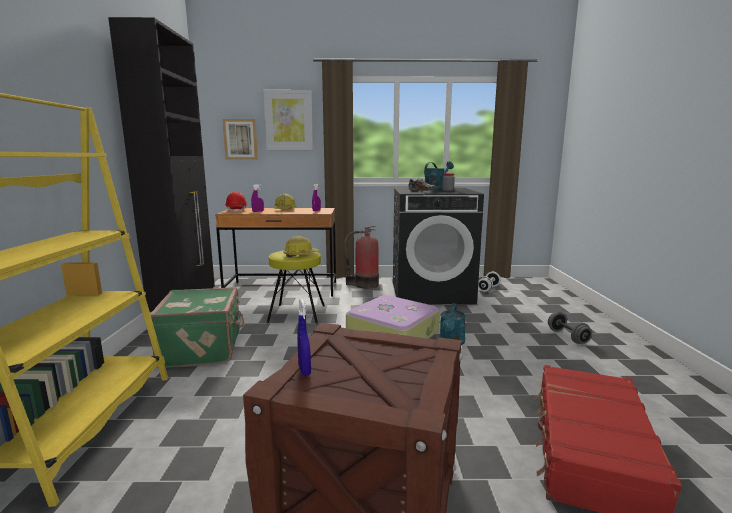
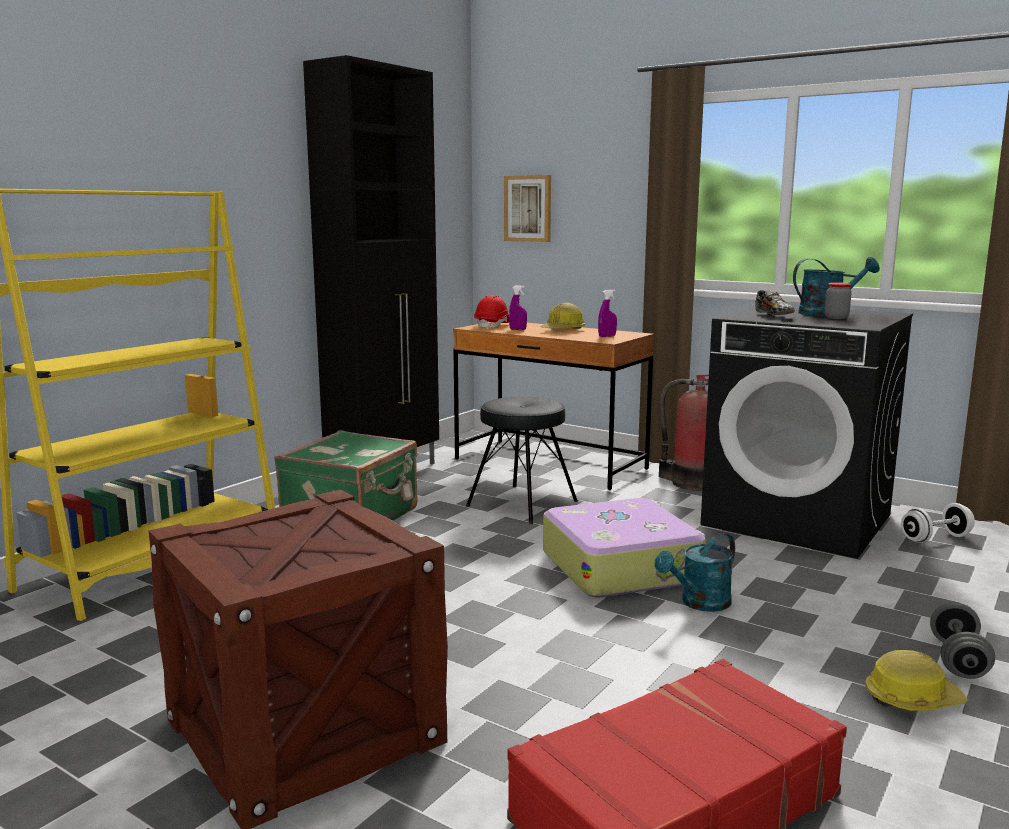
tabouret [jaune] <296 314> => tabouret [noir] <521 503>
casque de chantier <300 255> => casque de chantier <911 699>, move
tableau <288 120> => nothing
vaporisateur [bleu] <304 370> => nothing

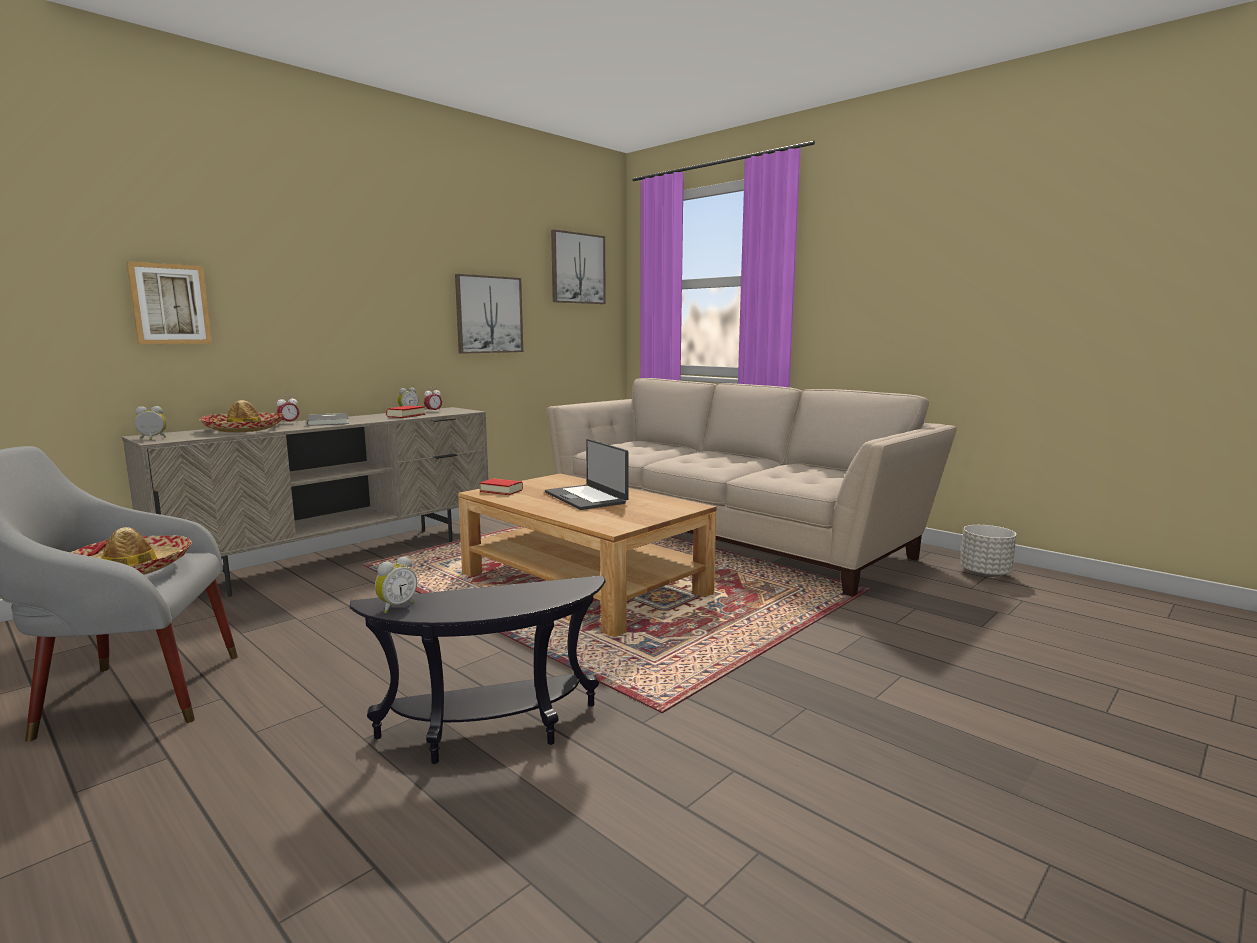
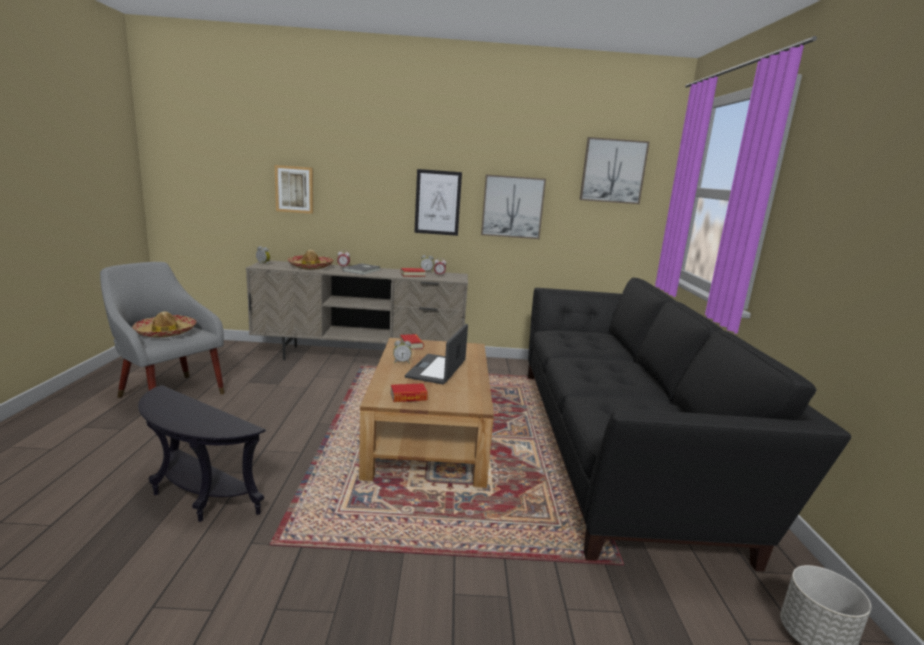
nothing => livre <408 397>
réveil <396 606> => réveil <402 362>, move
nothing => tableau <437 202>
canapé [beige] <727 534> => canapé [noir] <618 445>

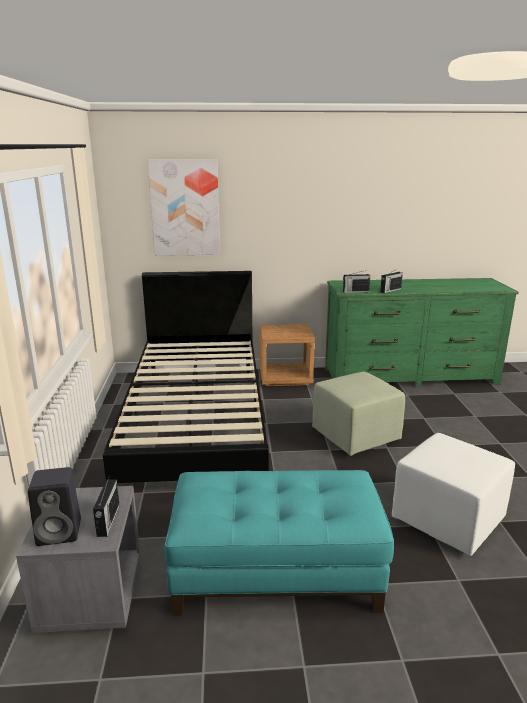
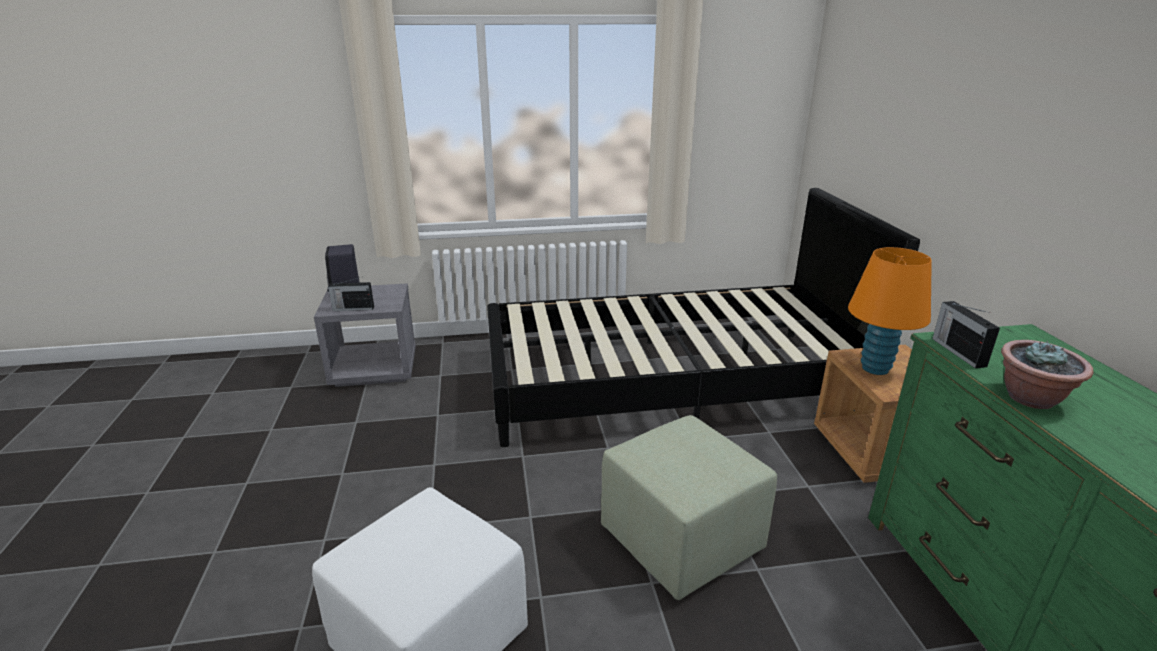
nothing => lampe de table [orange] <875 369>
radio <390 290> => plante en pot <1032 398>
tableau <185 208> => nothing
pouf [turquoise] <276 570> => nothing

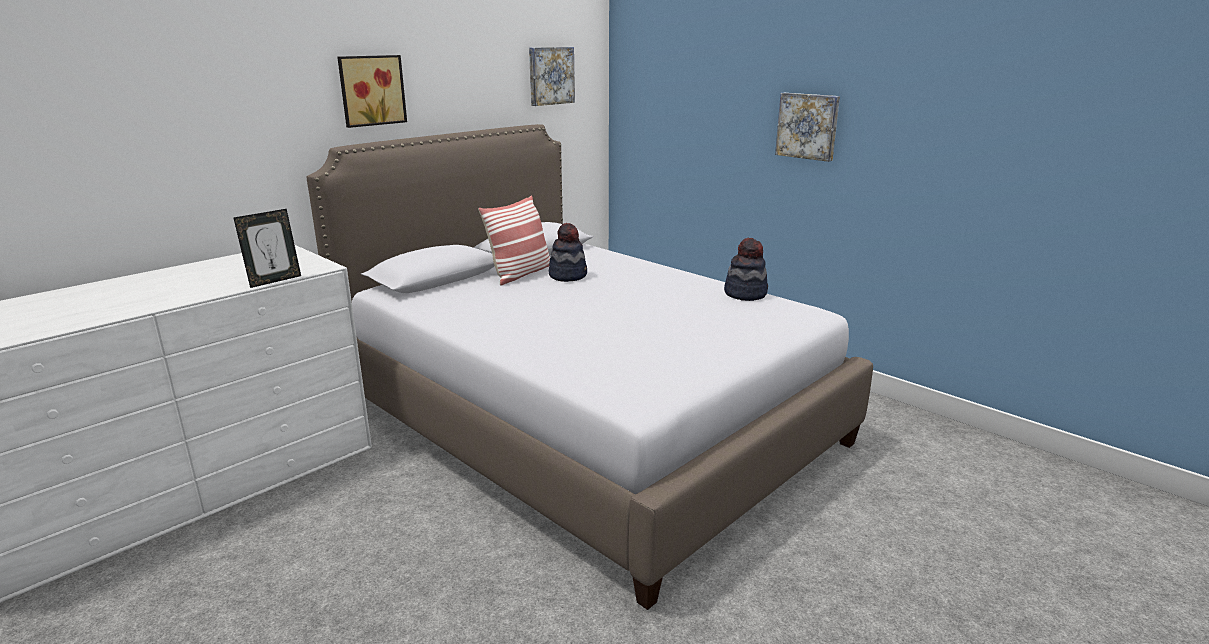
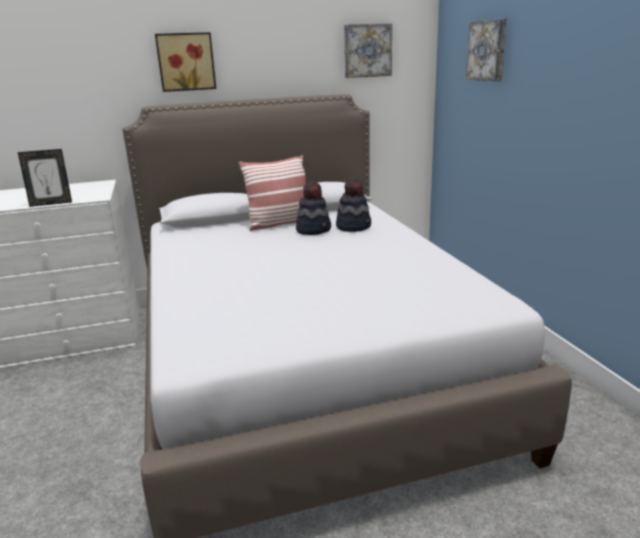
chapeau <745 294> => chapeau <353 226>, move
tableau <808 126> => tableau <488 50>, move

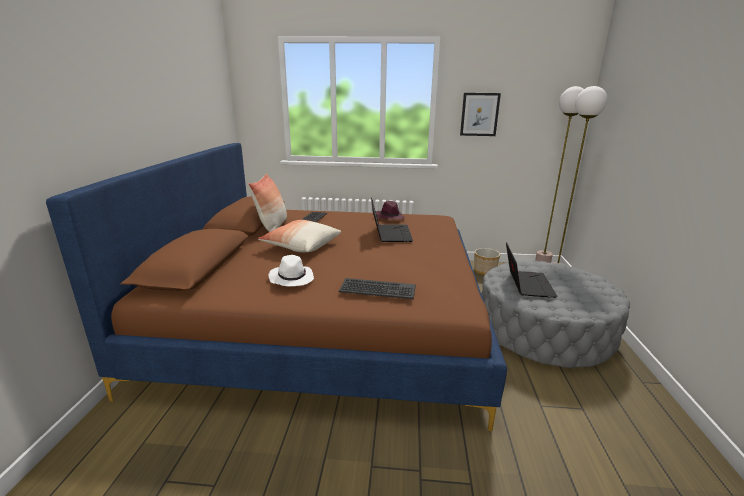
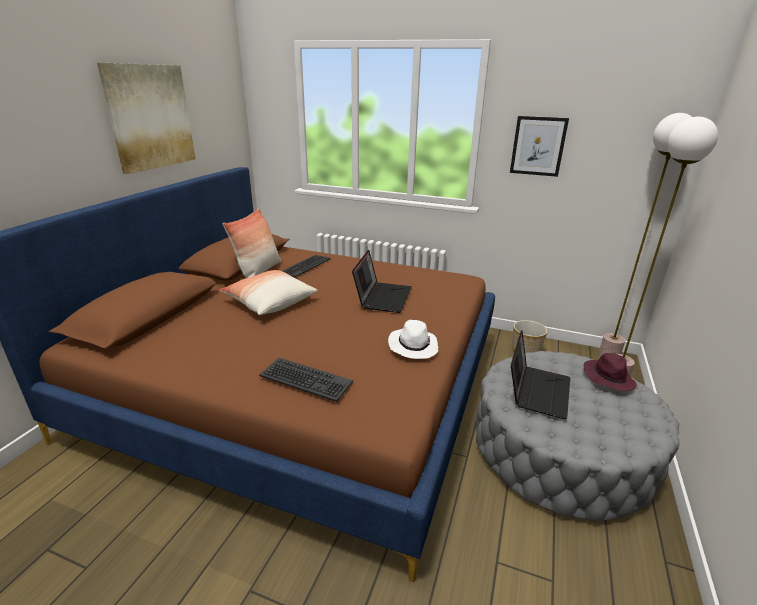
nothing => tableau <150 117>
chapeau [blanc] <291 278> => chapeau [blanc] <413 346>, move
chapeau [violet] <389 217> => chapeau [violet] <608 377>, move

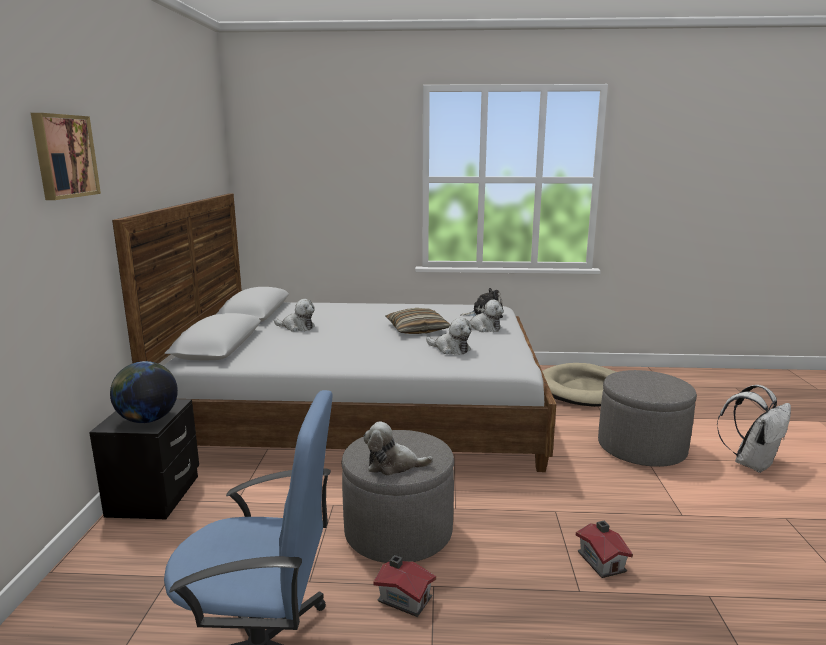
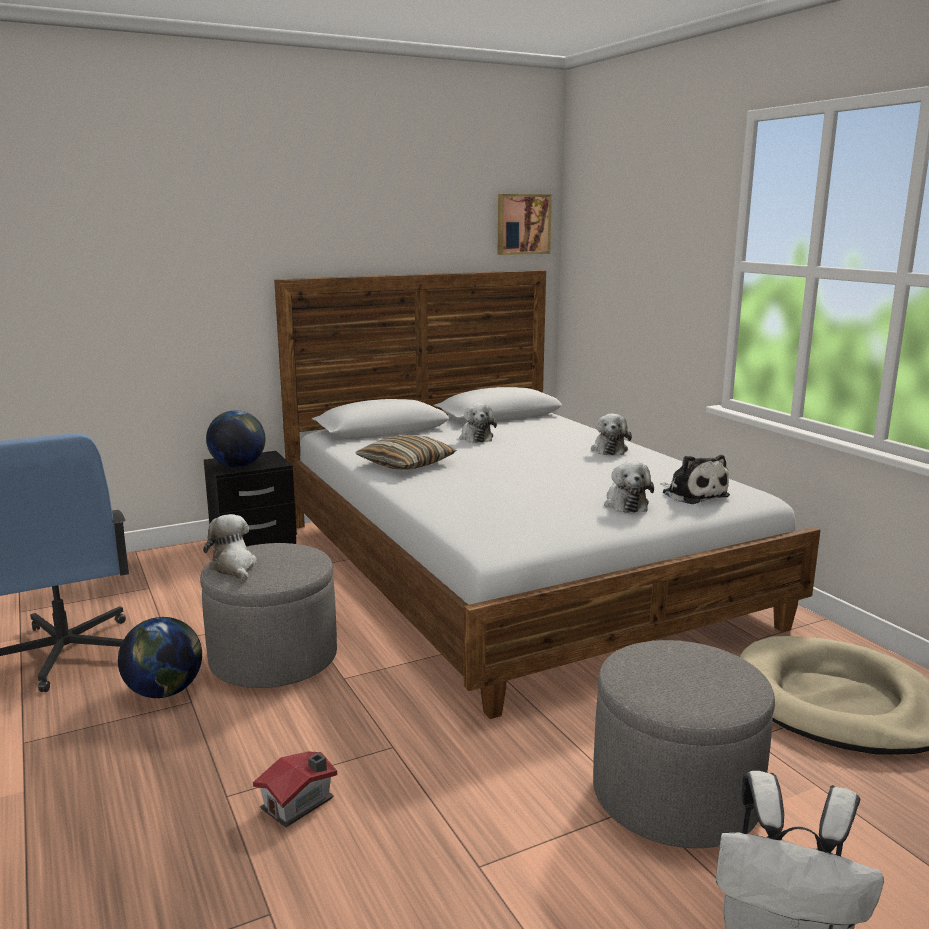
maison miniature <404 598> => globe <165 691>
coussin <417 330> => coussin <406 464>, move
tableau <63 156> => tableau <522 224>, move
peluche <450 349> => peluche <609 449>, move

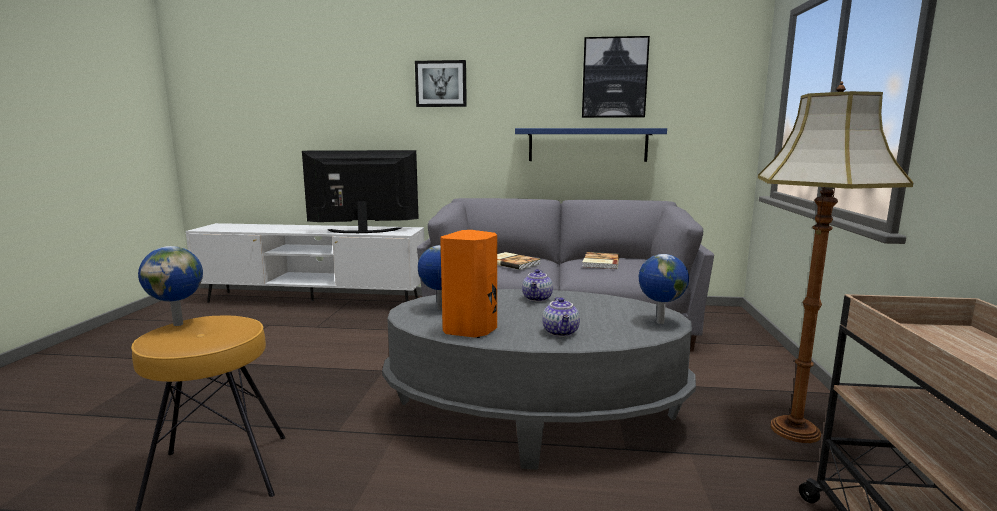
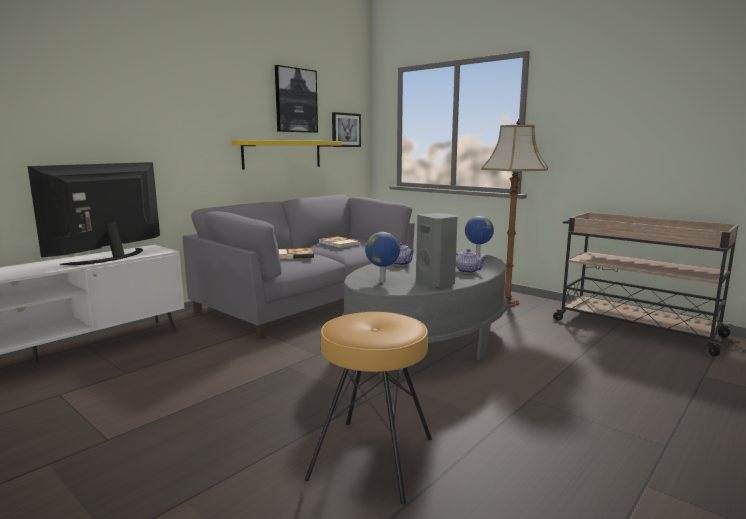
étagère [bleu] <587 145> => étagère [jaune] <282 154>
tableau <441 84> => tableau <345 130>, move
enceinte [orange] <472 330> => enceinte [gris] <437 283>
globe <179 324> => nothing

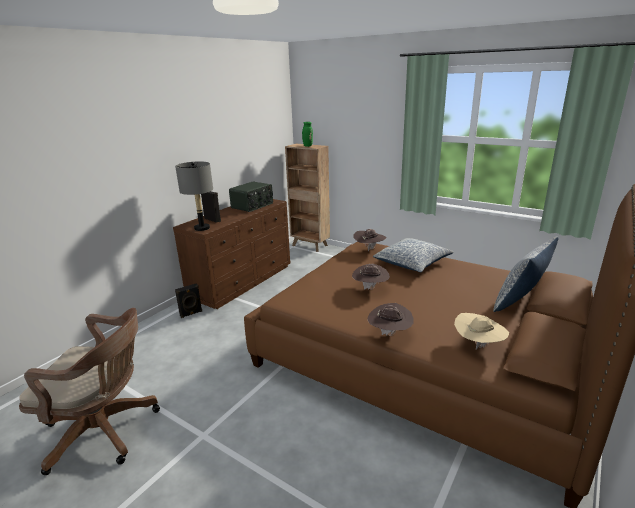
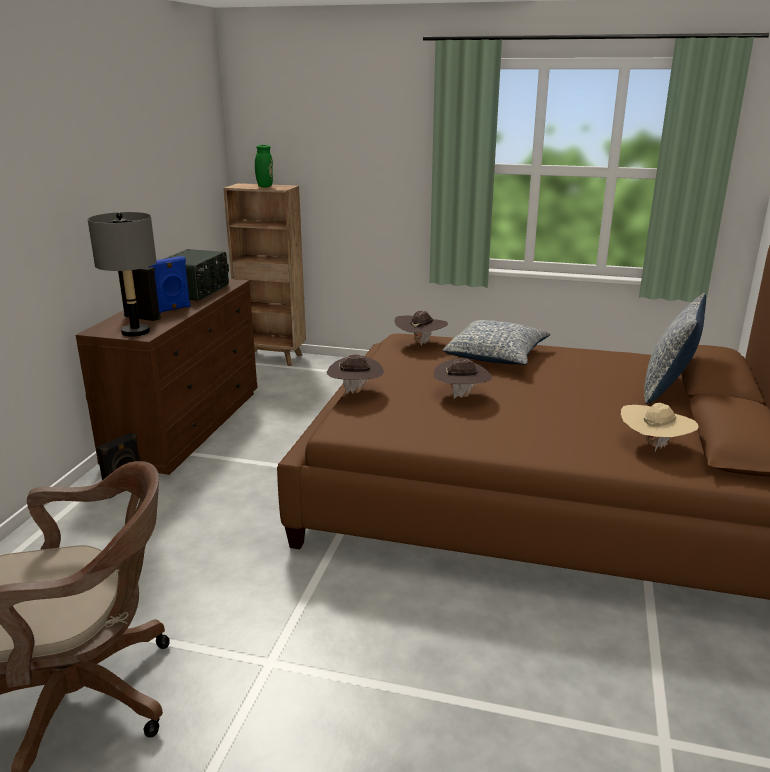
nothing => enceinte [bleu] <172 309>
chapeau [marron] <389 334> => chapeau [marron] <355 392>, move

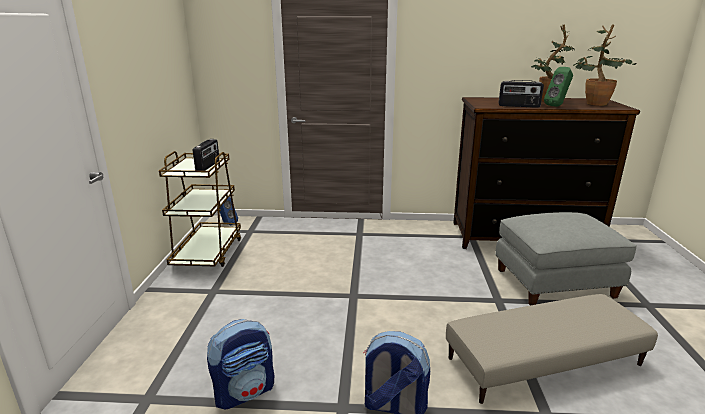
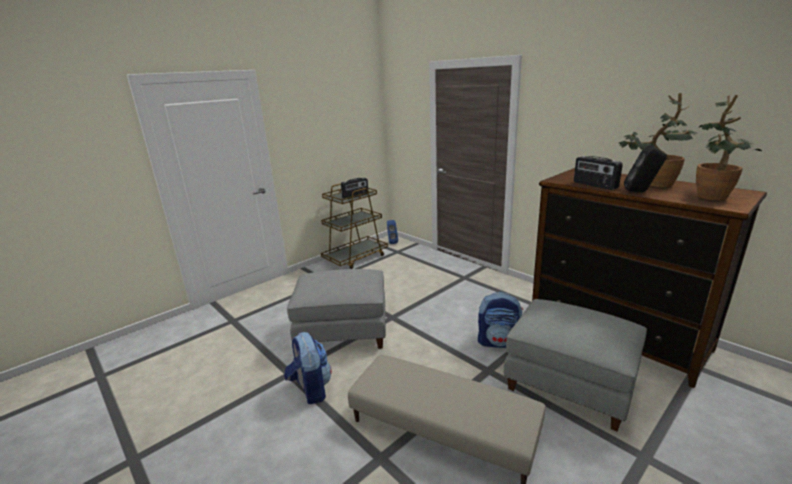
nothing => pouf [gris] <343 331>
sac à dos <245 391> => sac à dos <499 342>, move
enceinte [vert] <557 106> => enceinte [noir] <641 192>

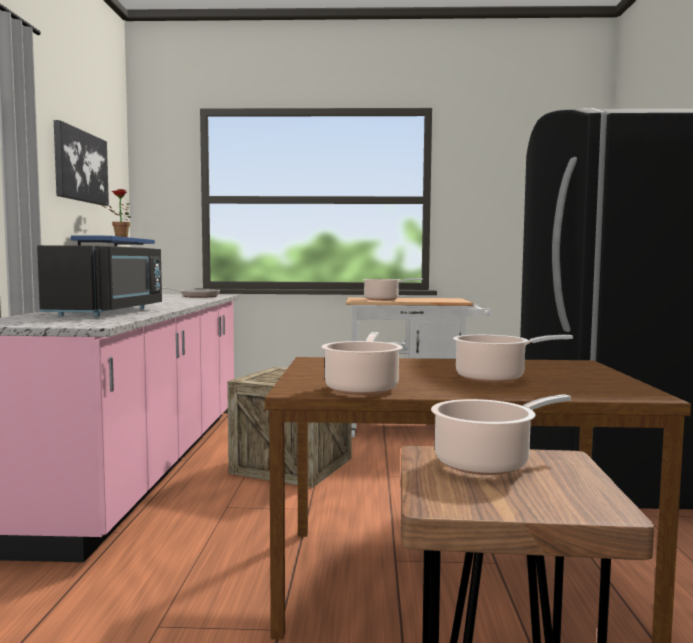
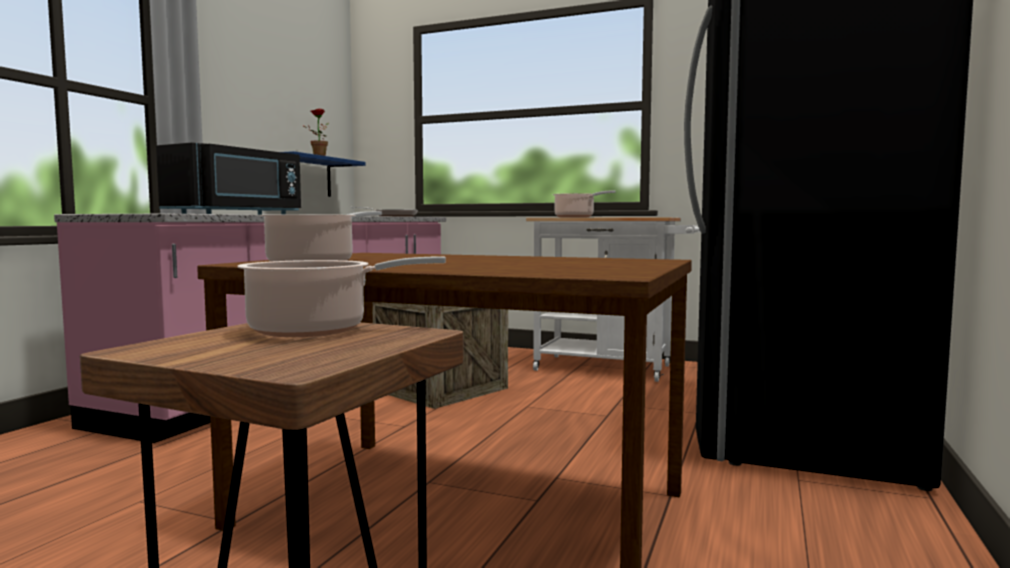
tableau <80 166> => nothing
marmite <495 378> => nothing

